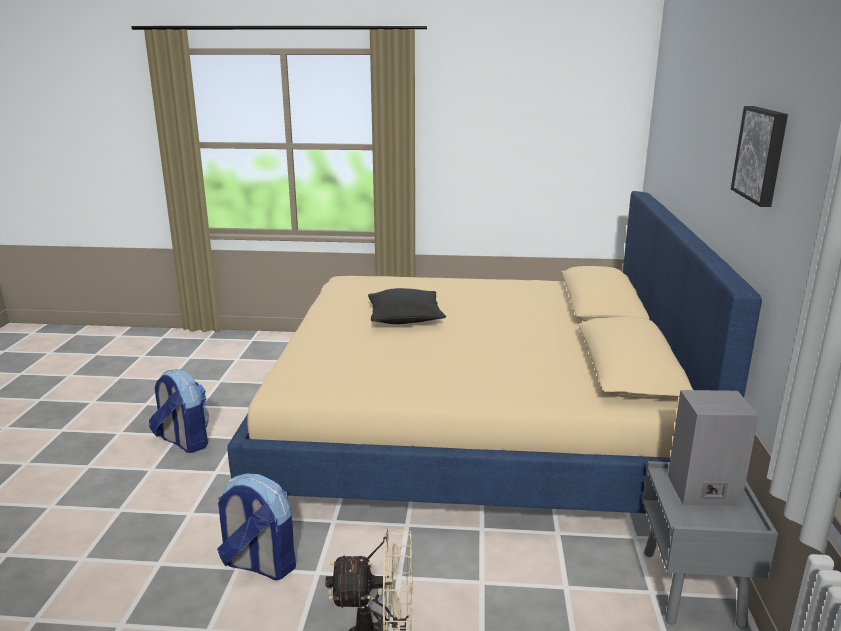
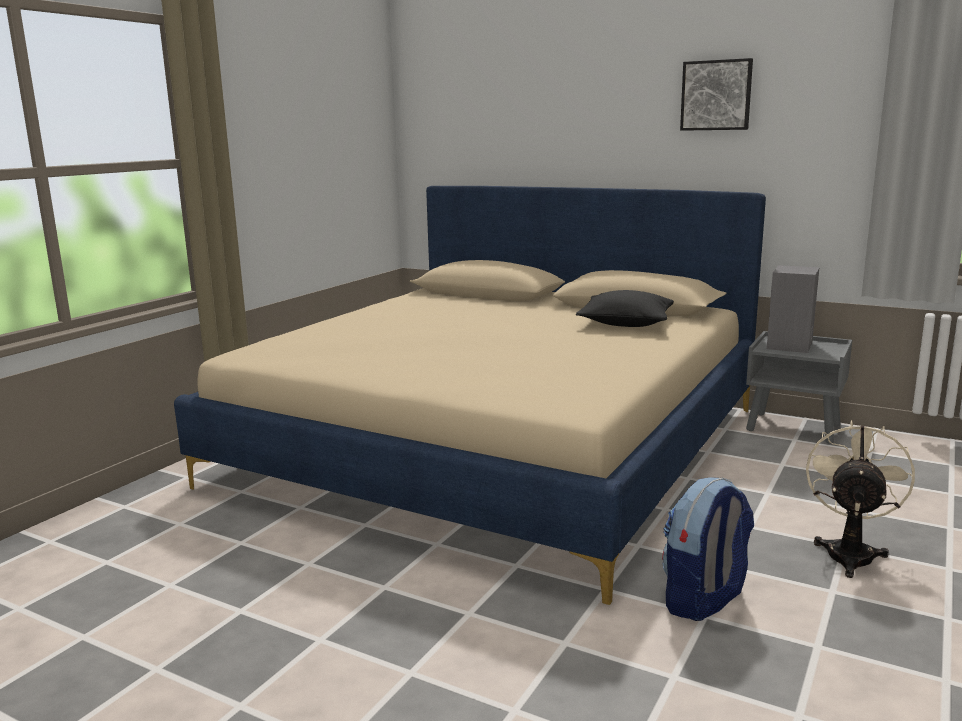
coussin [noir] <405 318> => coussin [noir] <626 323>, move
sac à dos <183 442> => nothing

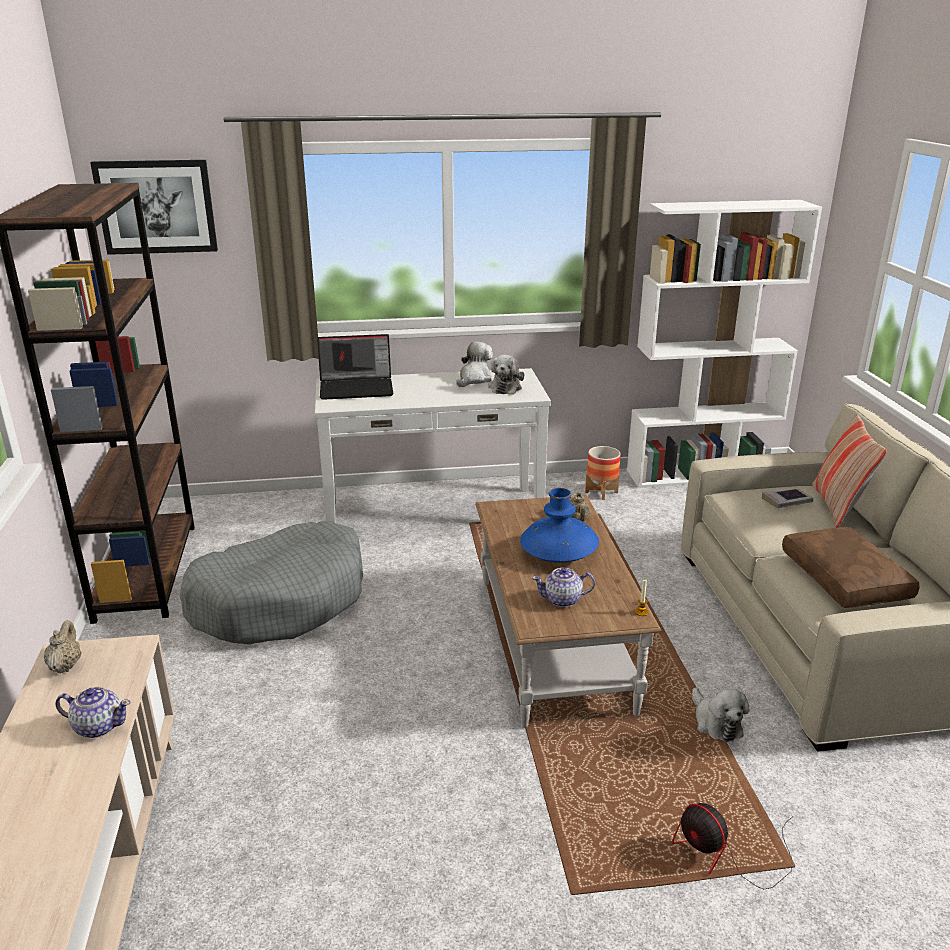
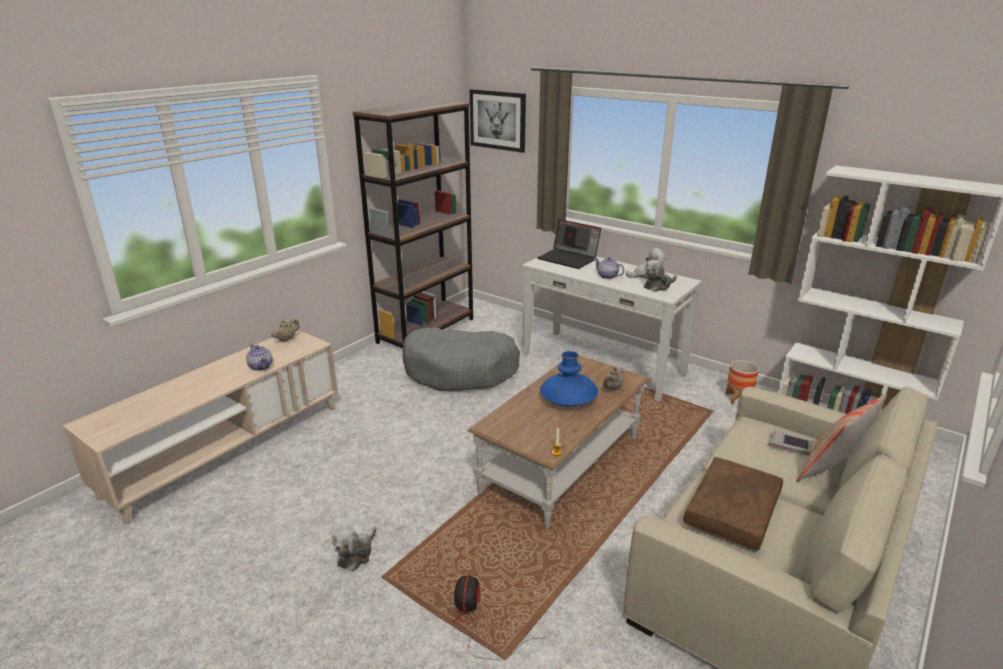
peluche <716 722> => peluche <356 553>, move
théière <563 600> => théière <607 276>, move

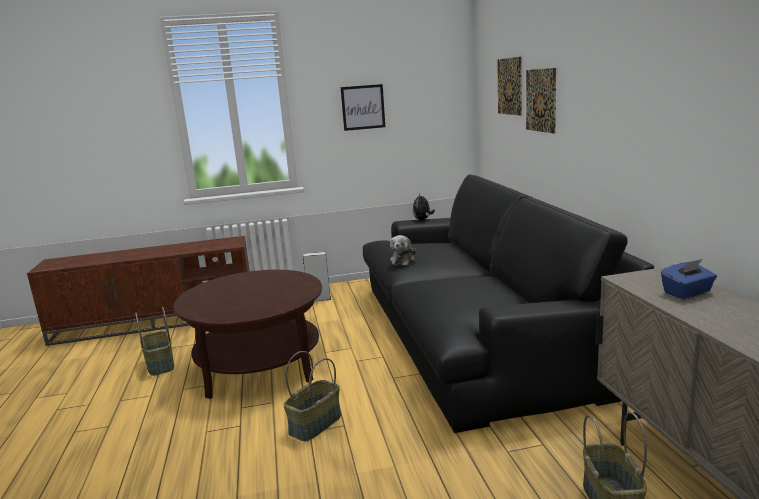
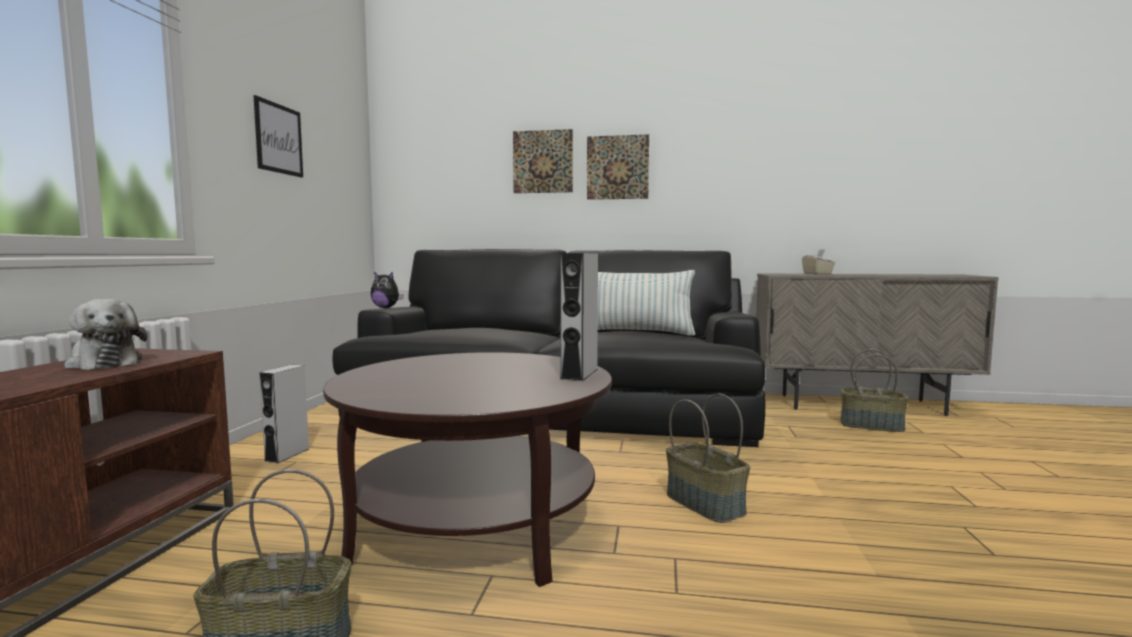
peluche <403 260> => peluche <104 363>, move
nothing => enceinte [gris] <579 374>
tableau <509 86> => tableau <617 167>, move
nothing => coussin <633 333>
boîte à mouchoirs [bleu] <687 293> => boîte à mouchoirs [beige] <817 274>

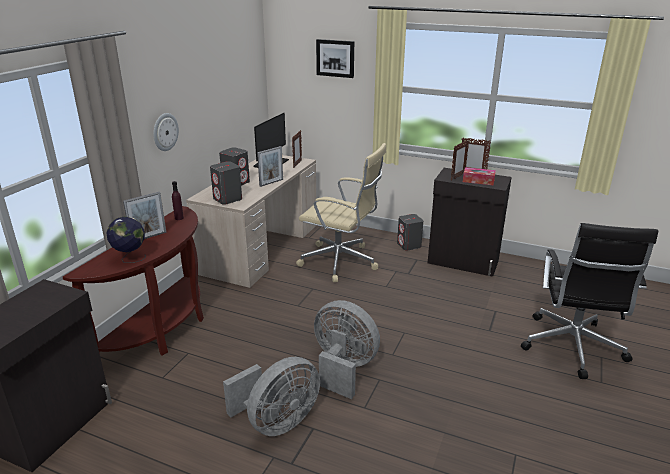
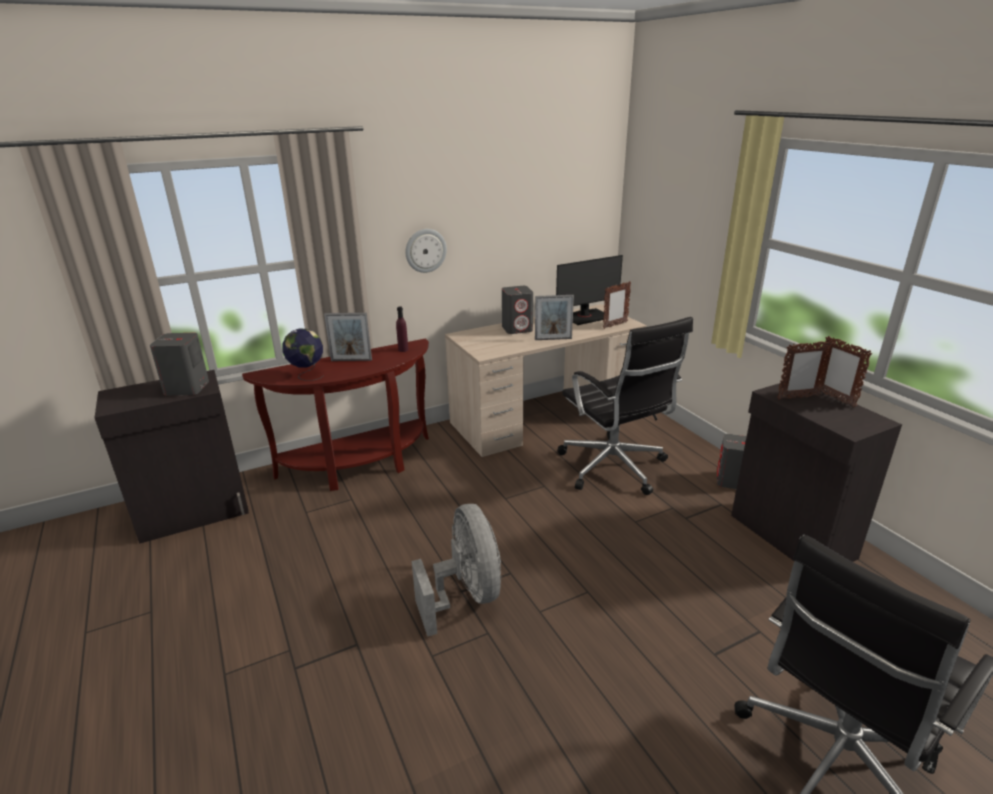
enceinte [gris] <228 199> => enceinte [gris] <186 388>, move
chaise de bureau [beige] <341 262> => chaise de bureau [noir] <614 468>
ventilateur [gris] <277 422> => nothing
tableau <335 58> => nothing
boîte à mouchoirs <478 181> => nothing

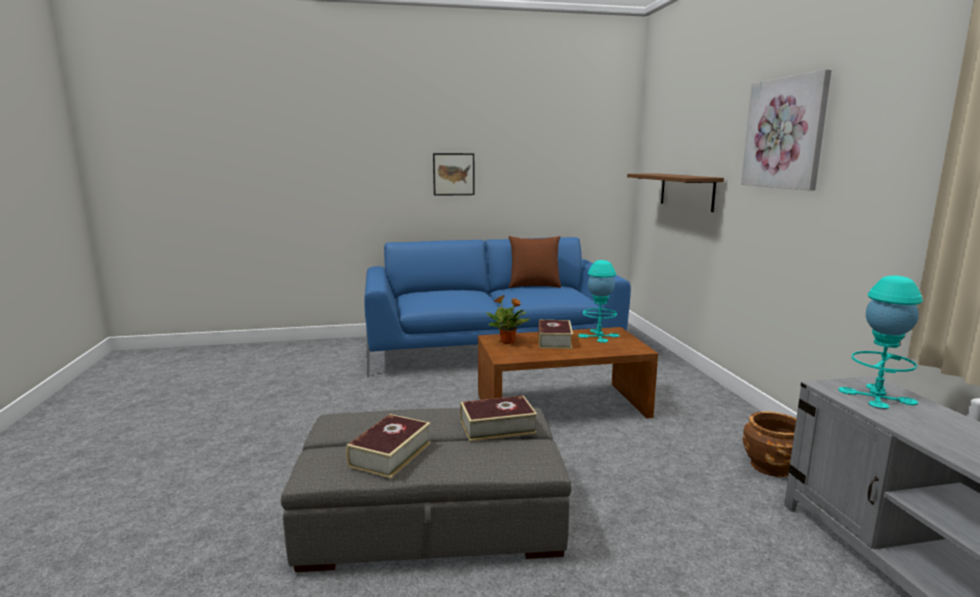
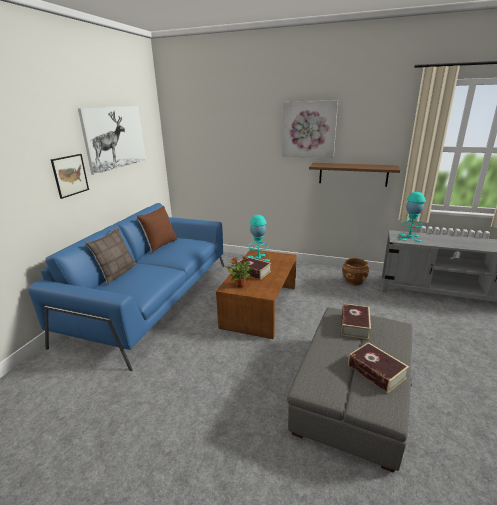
nothing => tableau <115 137>
nothing => coussin <117 273>
étagère [marron] <686 191> => étagère [marron] <353 174>, move

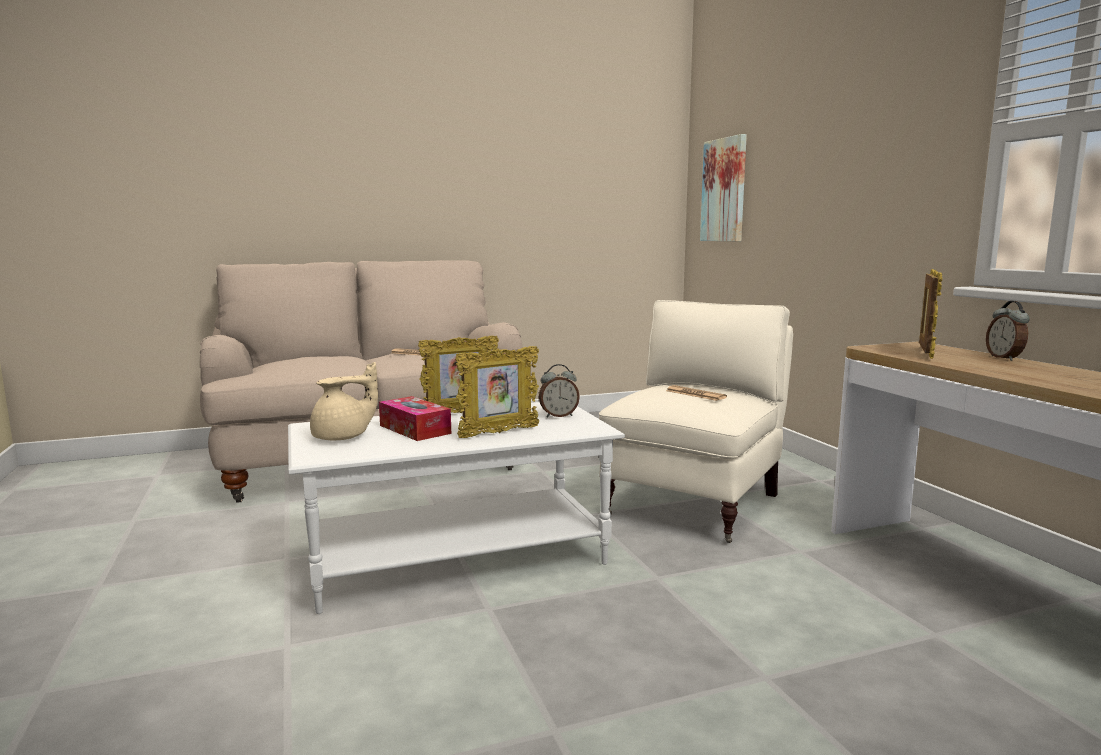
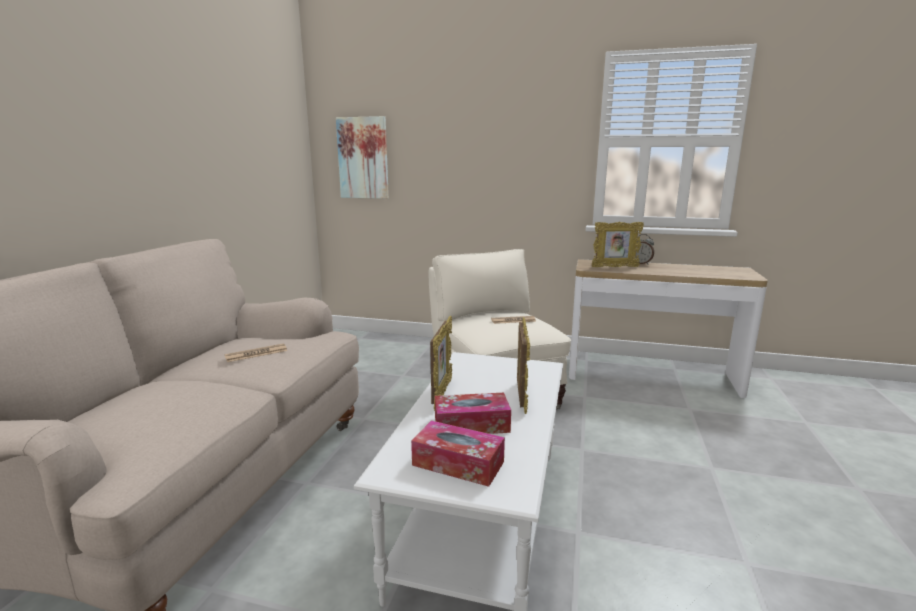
théière [beige] <343 437> => boîte à mouchoirs <458 463>
cadre photo <925 353> => cadre photo <614 267>, 120 degrees clockwise
réveil <558 416> => nothing

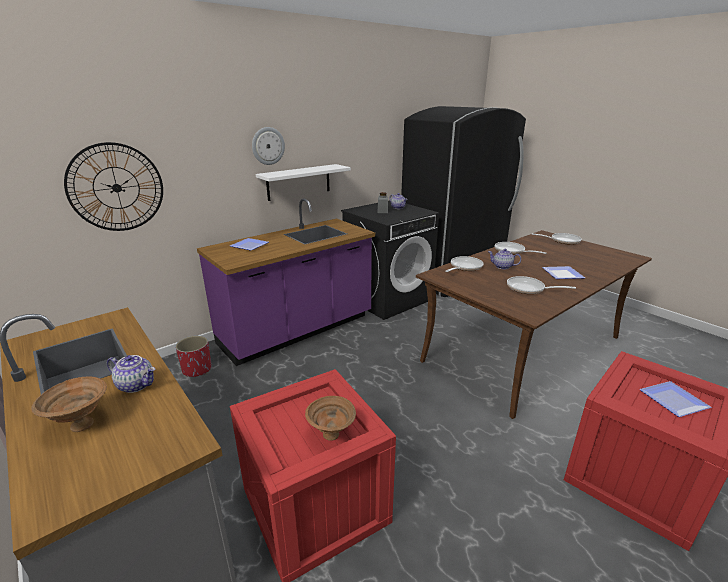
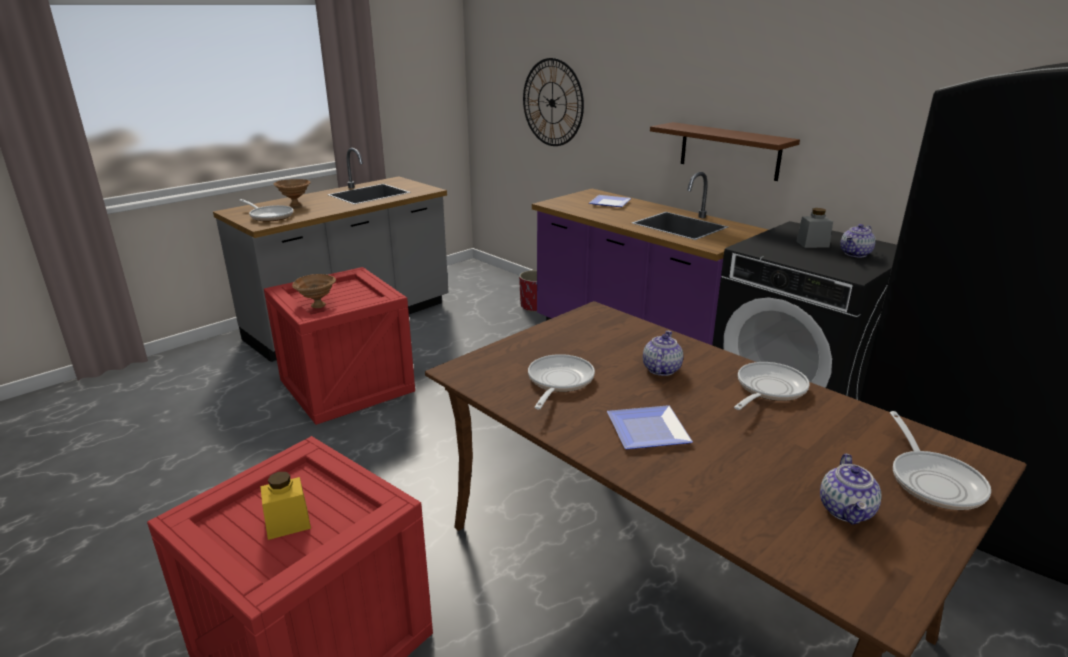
poêle <464 267> => poêle <270 216>, move
assiette <670 400> => bocal [jaune] <288 523>
étagère [blanc] <299 182> => étagère [marron] <729 151>
théière <137 385> => théière <847 511>, move
horloge murale <268 146> => nothing

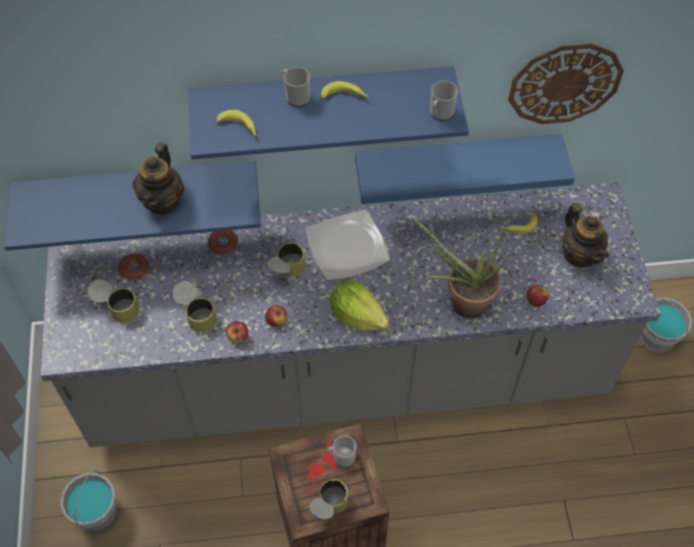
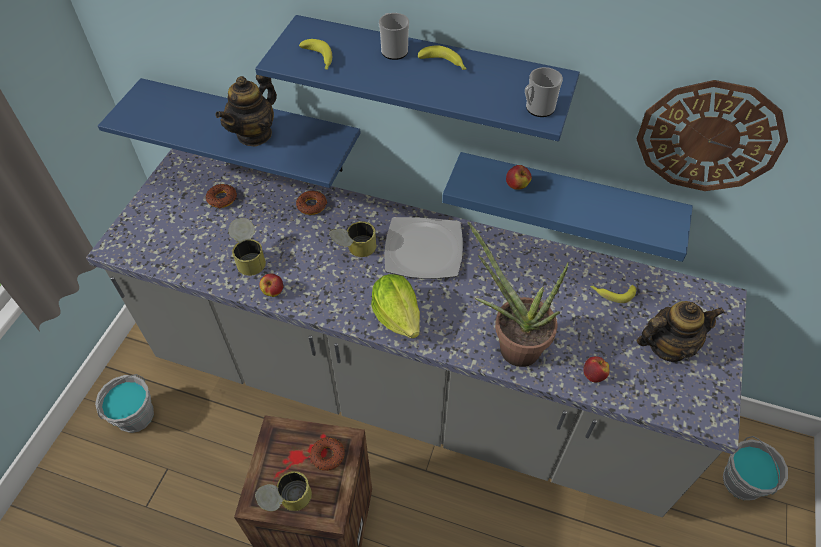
mug <342 457> => beignet <327 455>
pomme <276 321> => pomme <517 186>, move
théière <579 254> => théière <668 346>, 105 degrees counterclockwise
boîte métallique <117 308> => nothing

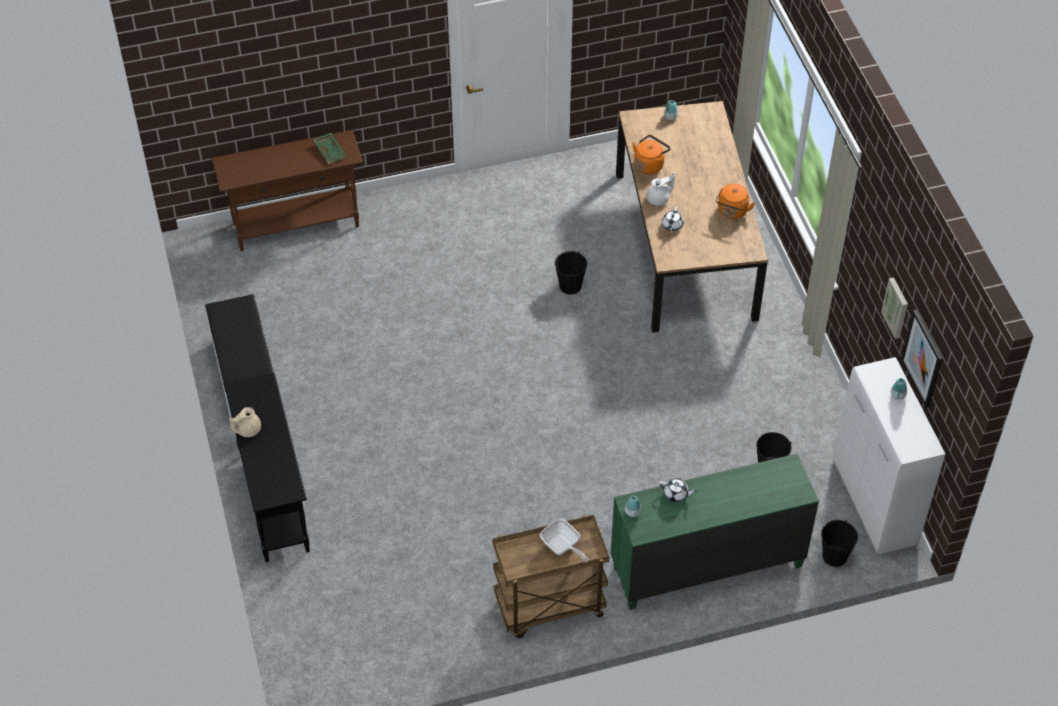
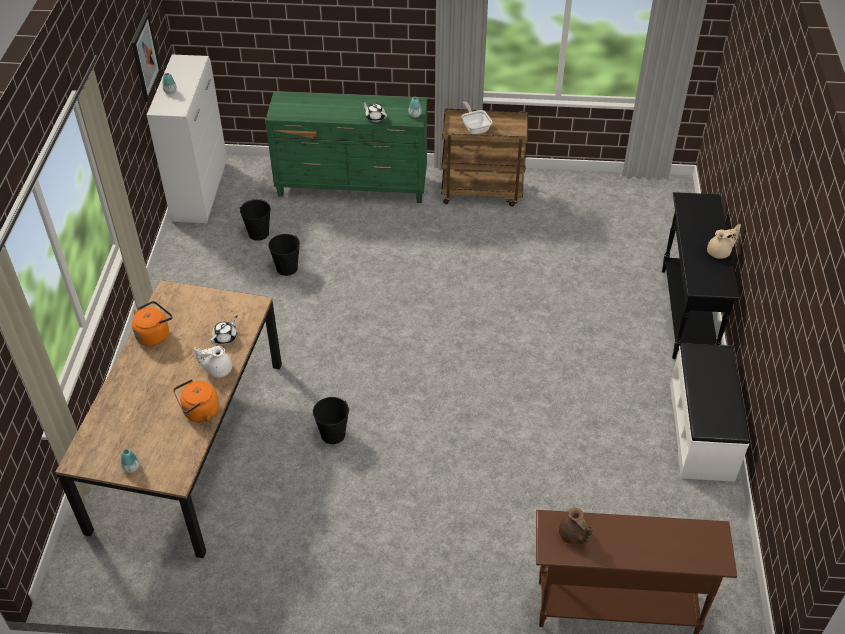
seau [noir] <835 556> => seau [noir] <286 268>, move
plateau [vert] <331 151> => théière [marron] <574 536>
tableau <896 307> => nothing

